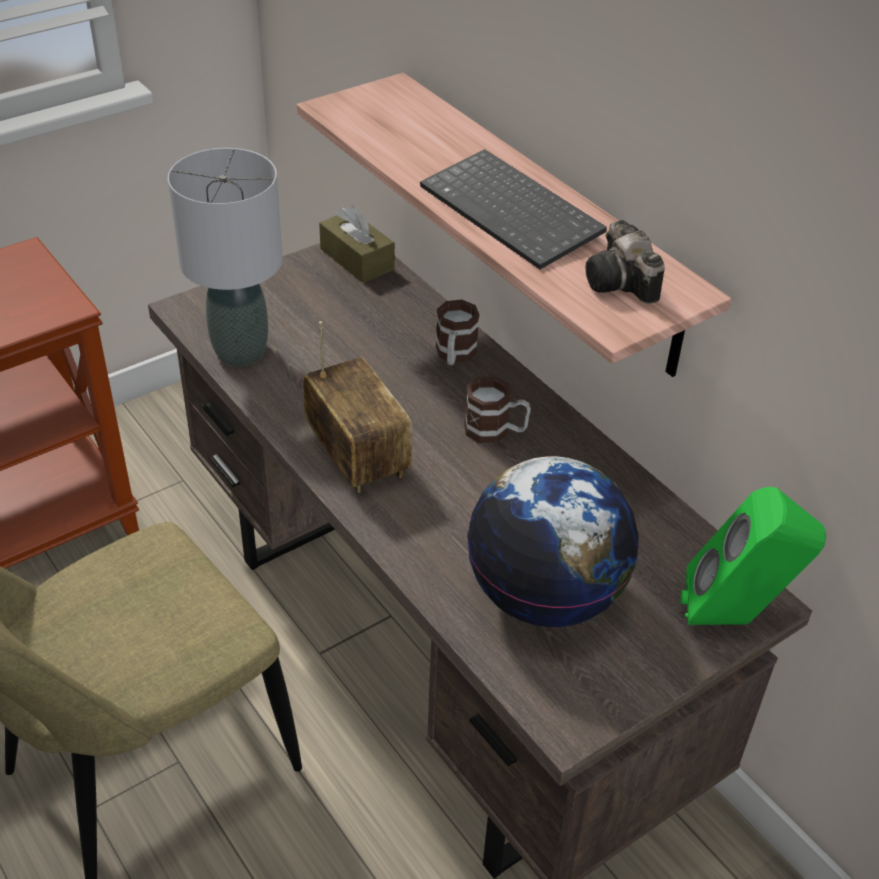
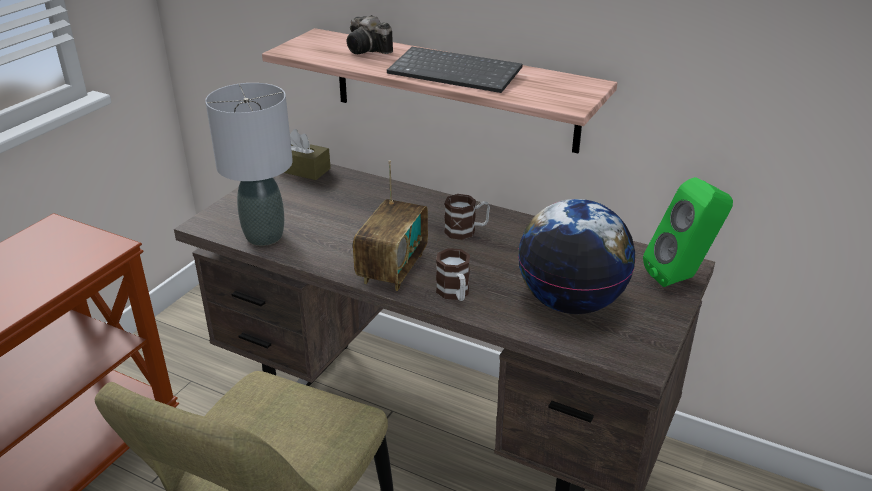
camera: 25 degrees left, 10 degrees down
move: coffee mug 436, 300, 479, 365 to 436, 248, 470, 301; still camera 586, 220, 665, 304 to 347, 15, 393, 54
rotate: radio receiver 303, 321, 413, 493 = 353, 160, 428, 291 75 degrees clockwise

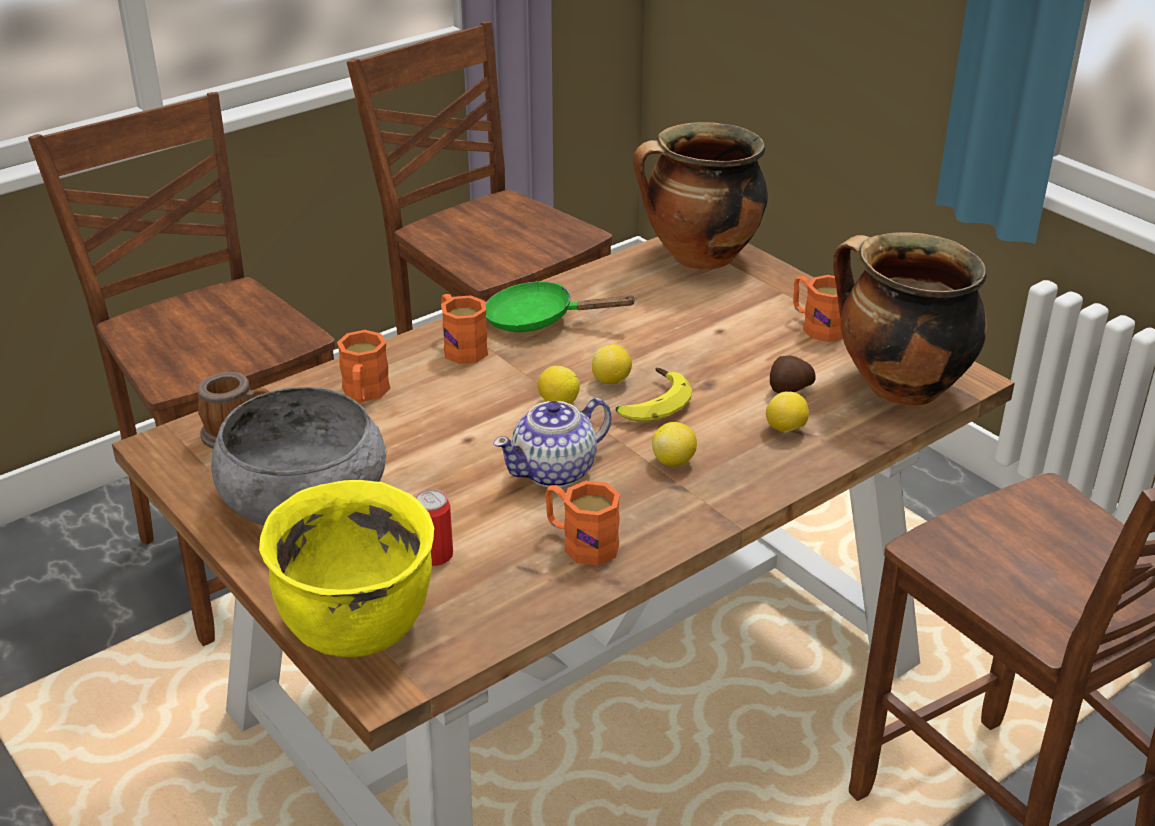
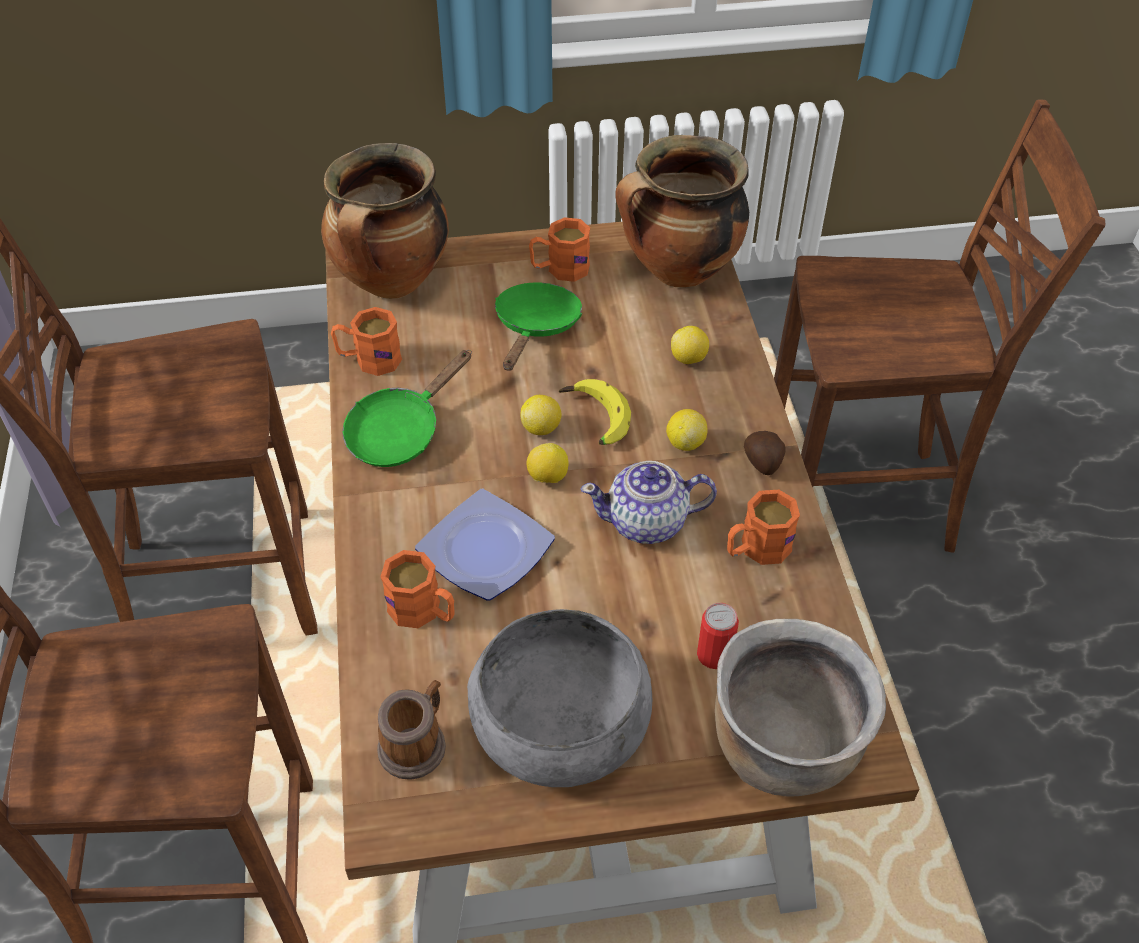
camera: 60 degrees left, 15 degrees up
insert: flat dish 415, 489, 555, 601; green-coloured pan 495, 282, 582, 371
move: orange coffee mug 441, 294, 488, 364 to 331, 307, 402, 376; potato 770, 356, 816, 393 to 744, 431, 785, 475
recolor: yellow-coloured cooking pot 259, 480, 434, 657 to brownish cooking pot 715, 619, 886, 796
rotate: pot for tea 493, 398, 612, 487 = 581, 461, 717, 544 90 degrees clockwise

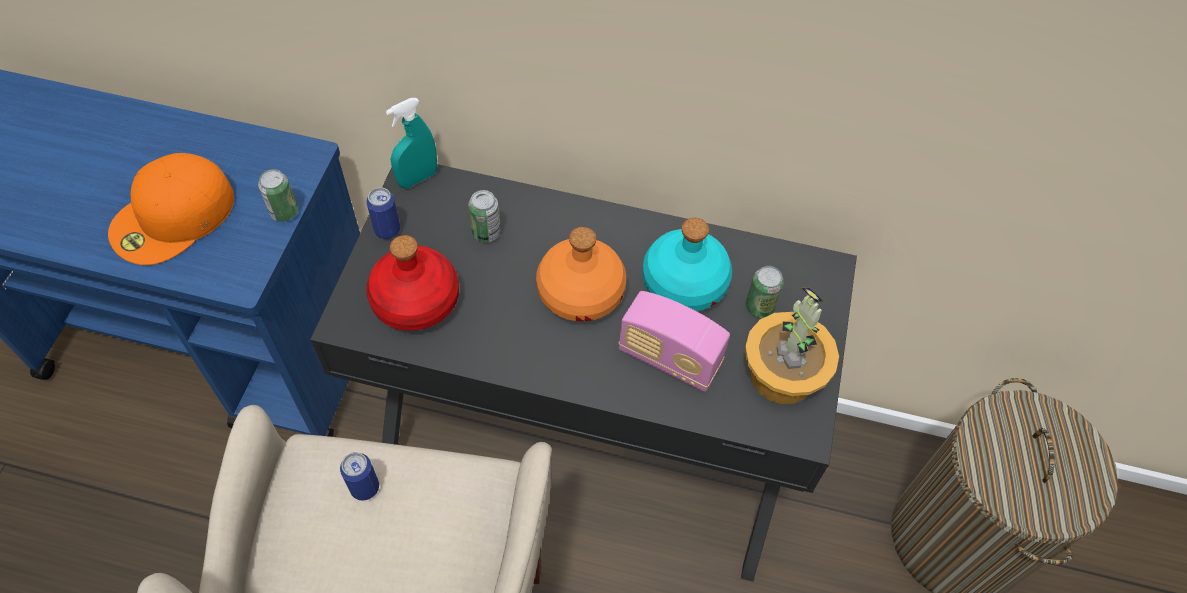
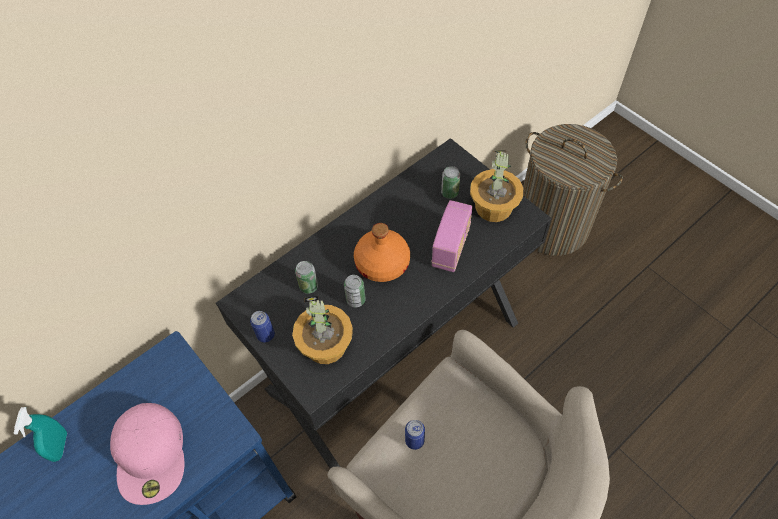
camera: 50 degrees left, 0 degrees up
delete: blue-green drink bottle 643, 218, 732, 311
move: can 258, 169, 298, 222 to 344, 275, 366, 307; blue-green sprayer 386, 98, 437, 188 to 13, 407, 67, 462
replace: red-coloured drink bottle 366, 235, 459, 331 to potted plant 292, 296, 353, 364
recolor: orange baseball cap 108, 153, 234, 265 to pinkish baseball cap 110, 403, 184, 505
rotate: radio receiver 618, 291, 730, 392 = 431, 200, 473, 272 45 degrees counterclockwise

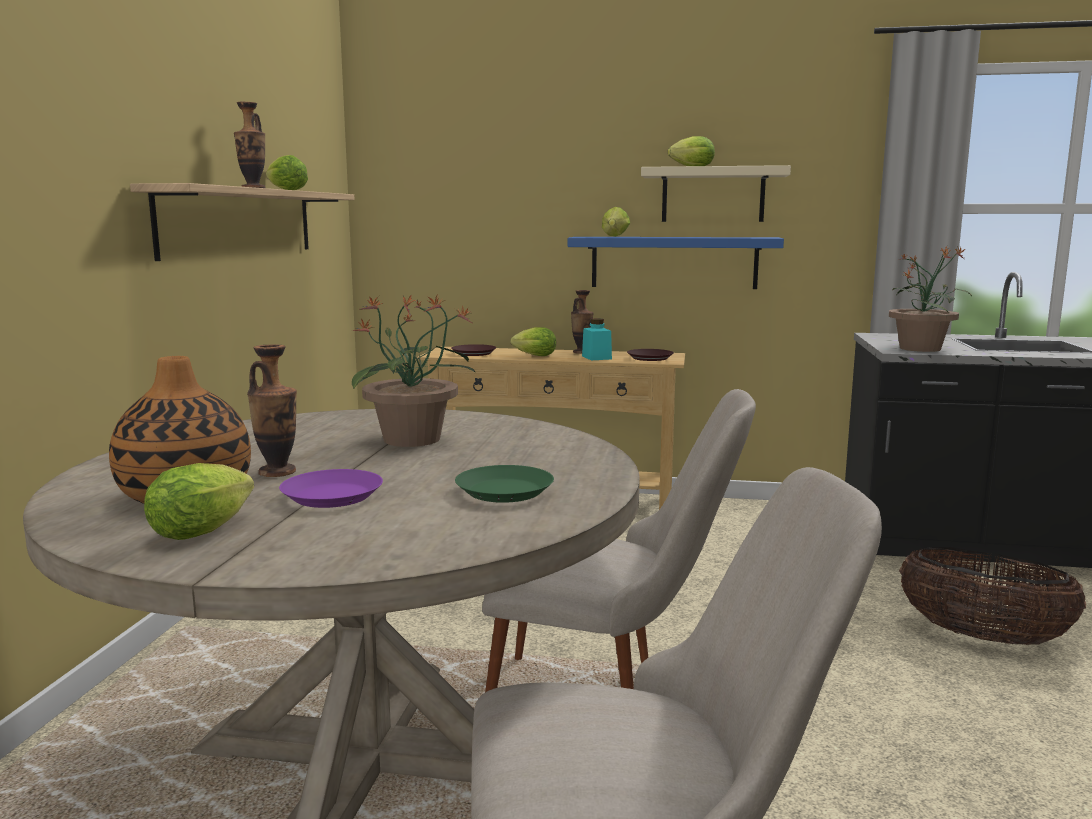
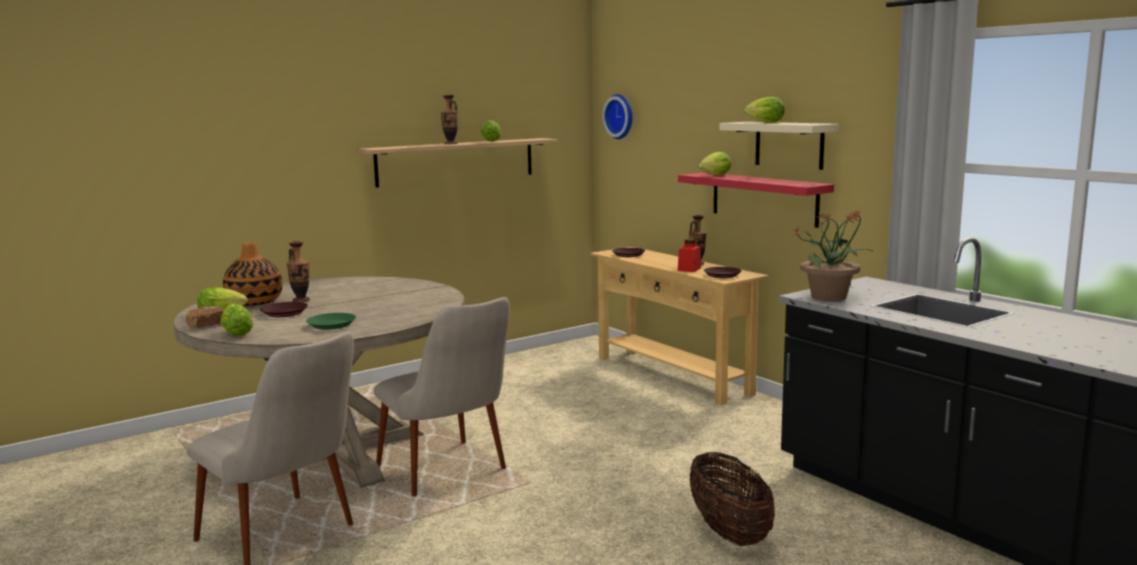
camera: 45 degrees right, 0 degrees up
delete: potted plant 352, 293, 476, 447
insert: bakery bread 186, 306, 224, 328; clock on the wall 602, 94, 633, 139
move: lettuce head 511, 327, 556, 356 to 221, 303, 253, 336
recolor: purple-coloured flat dish 279, 469, 383, 508 to brownish flat dish 260, 302, 308, 317; blue bracket shelf 568, 237, 784, 289 to red-coloured bracket shelf 678, 172, 834, 228; blue-green jar 582, 319, 612, 360 to red-coloured jar 678, 239, 701, 272

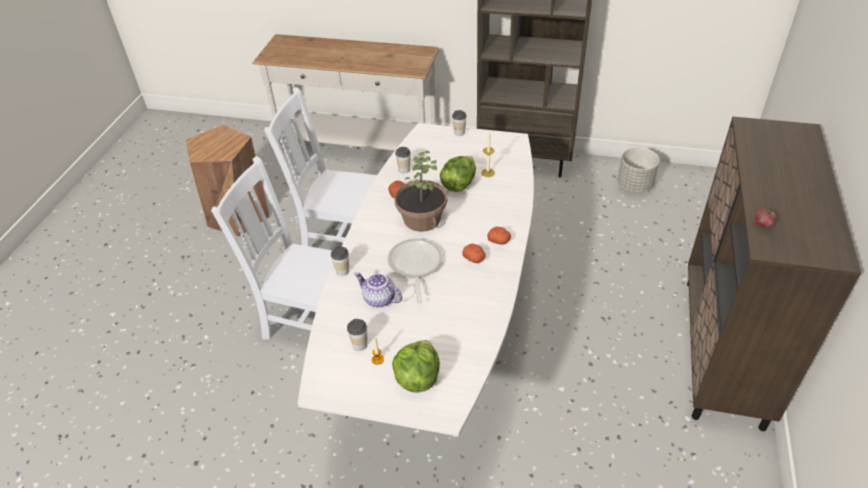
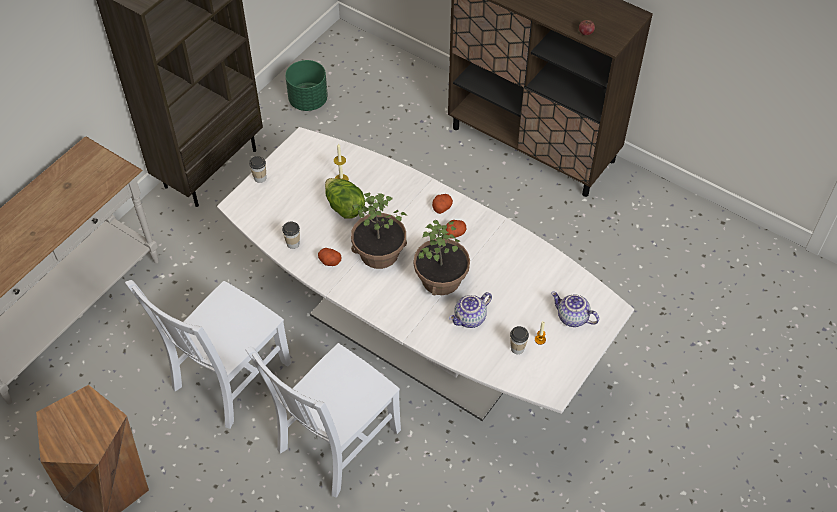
camera: 70 degrees left, 10 degrees up
delete: drinking cup 331, 246, 349, 276
replace: pan 388, 239, 442, 303 to potted plant 414, 220, 470, 296; lettuce head 392, 340, 440, 393 to pot for tea 551, 292, 599, 327
recolor: gray flower pot 618, 147, 660, 193 to green-coloured flower pot 285, 60, 328, 111

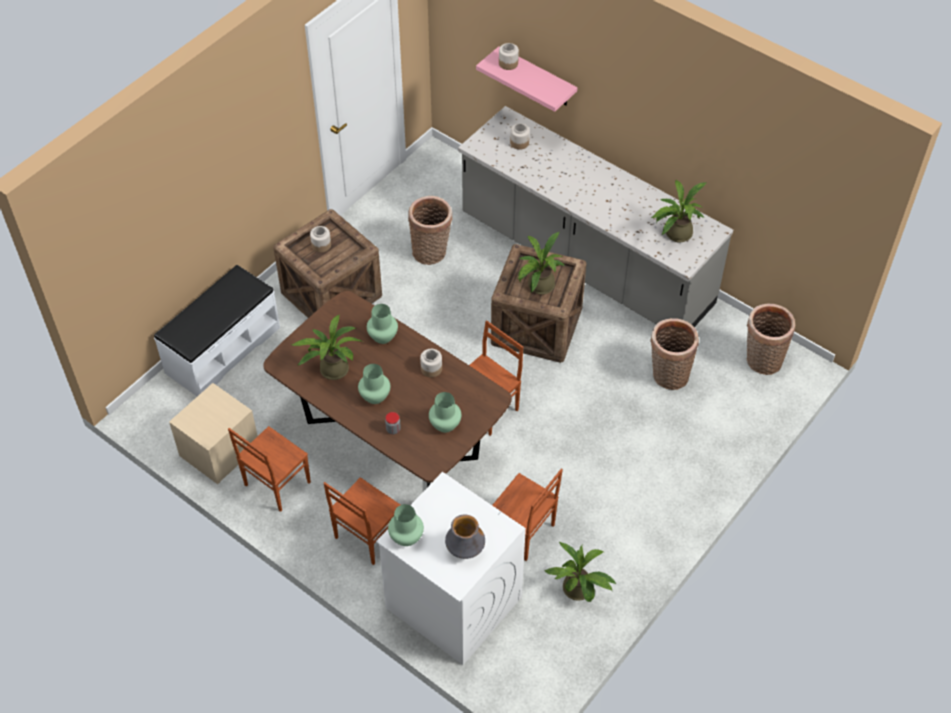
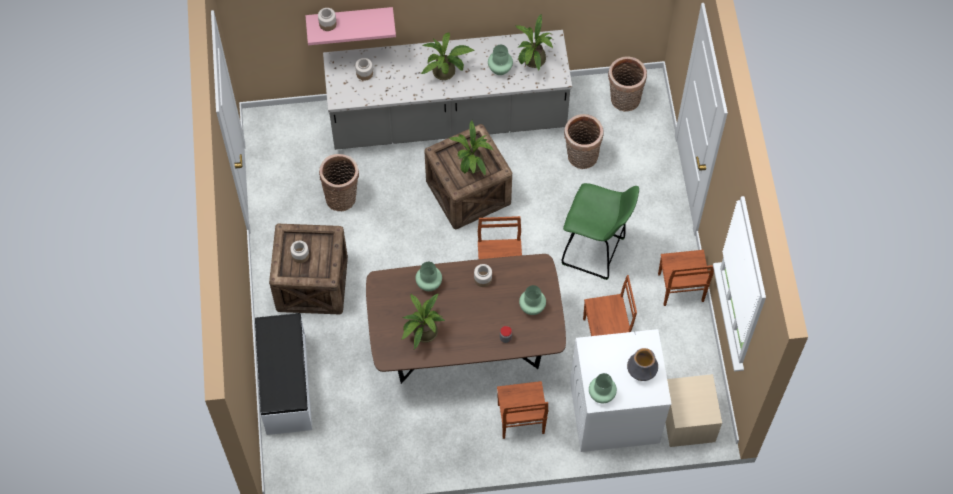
camera: 45 degrees left, 10 degrees up
insert: green-coloured sitting stool 561, 183, 639, 280
move: beige-coloured bedside table 169, 383, 258, 484 to 666, 374, 722, 447; brownish chair 228, 426, 311, 512 to 658, 250, 714, 306; green-coloured vase 358, 364, 390, 404 to 488, 45, 513, 75; potted plant 545, 541, 616, 602 to 420, 32, 475, 80

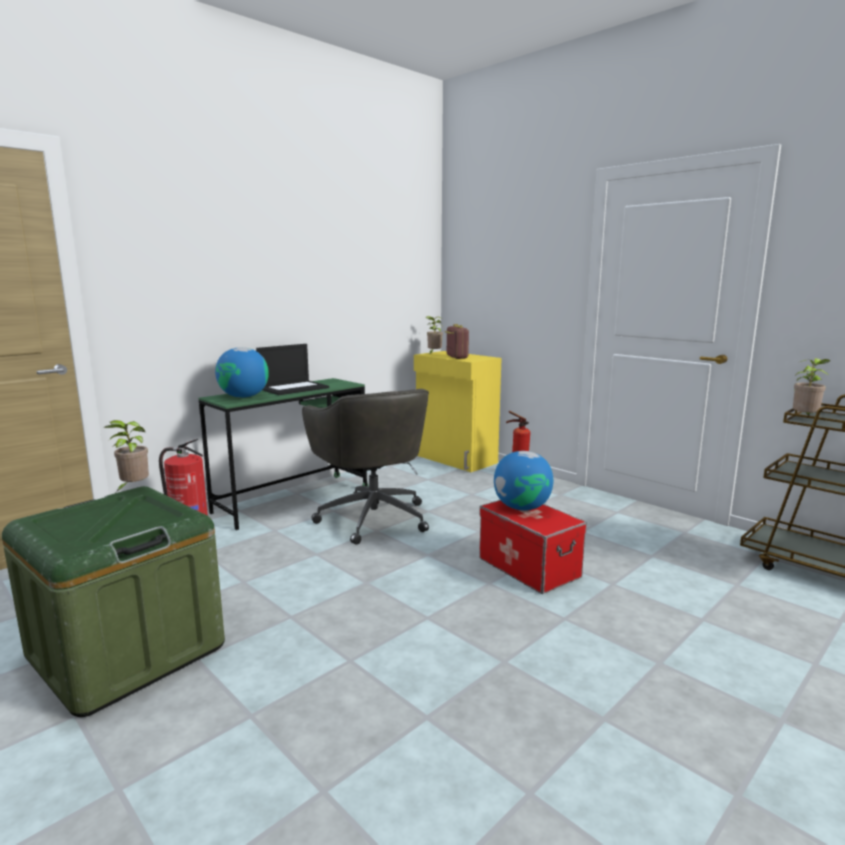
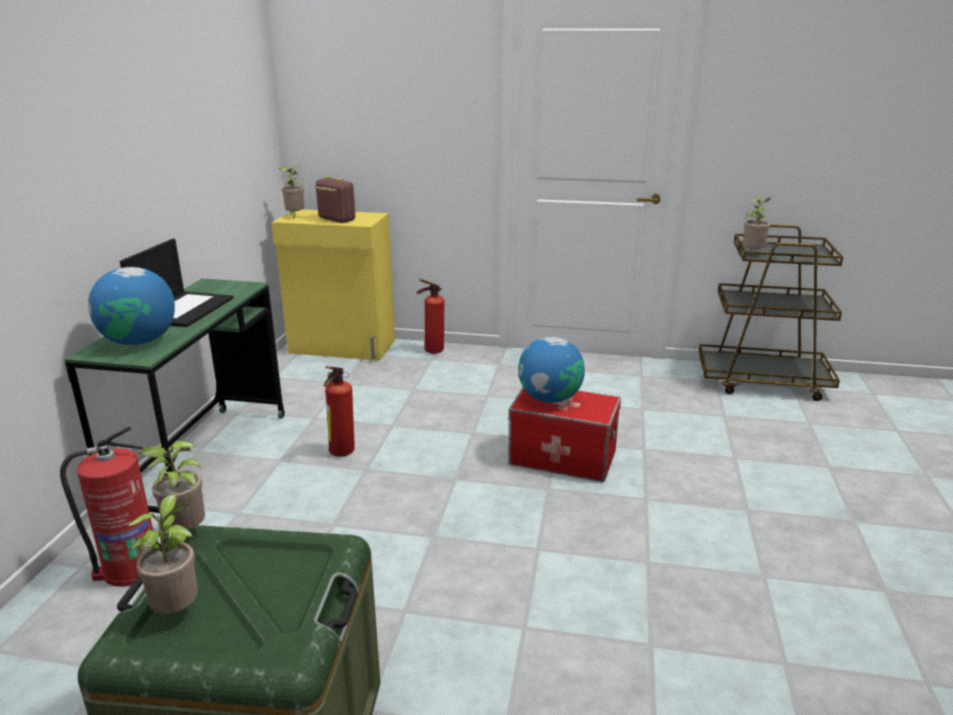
camera: 35 degrees left, 10 degrees up
insert: potted plant 127, 494, 198, 614
replace: gray office chair 302, 389, 429, 545 to fire-fighting cylinder 324, 366, 355, 457

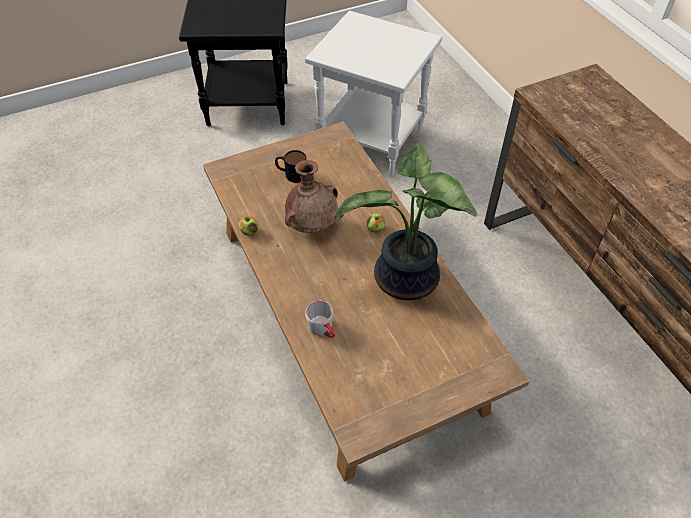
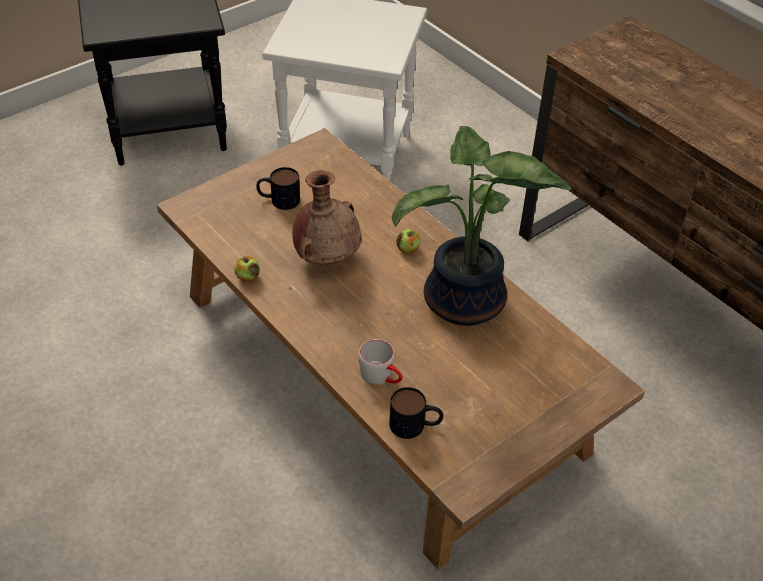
camera: 15 degrees left, 5 degrees down
insert: coffee mug 389, 387, 443, 439

